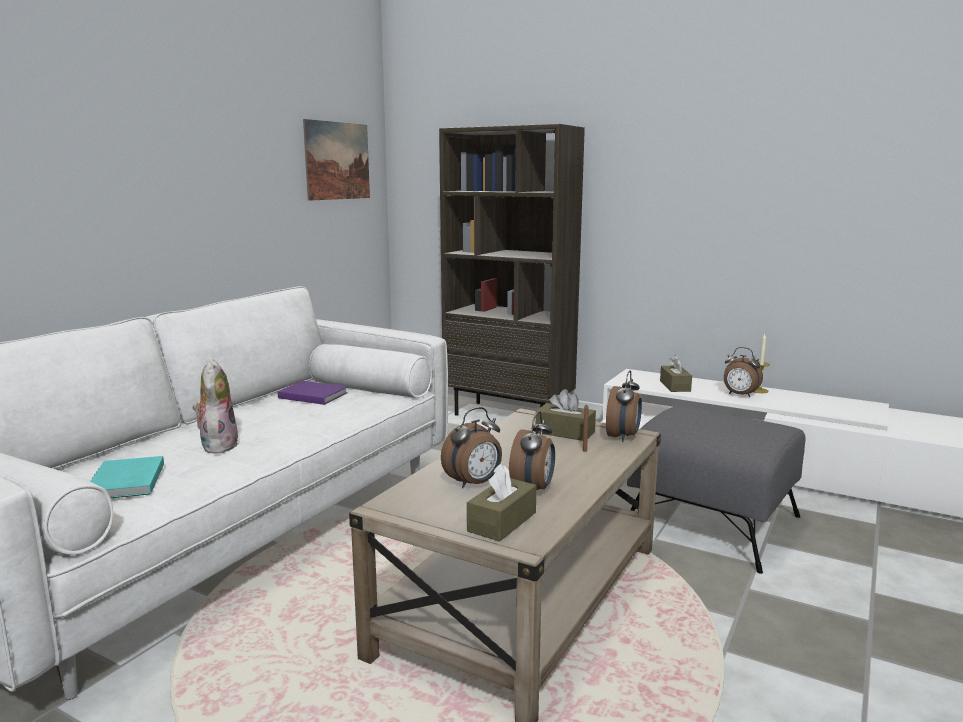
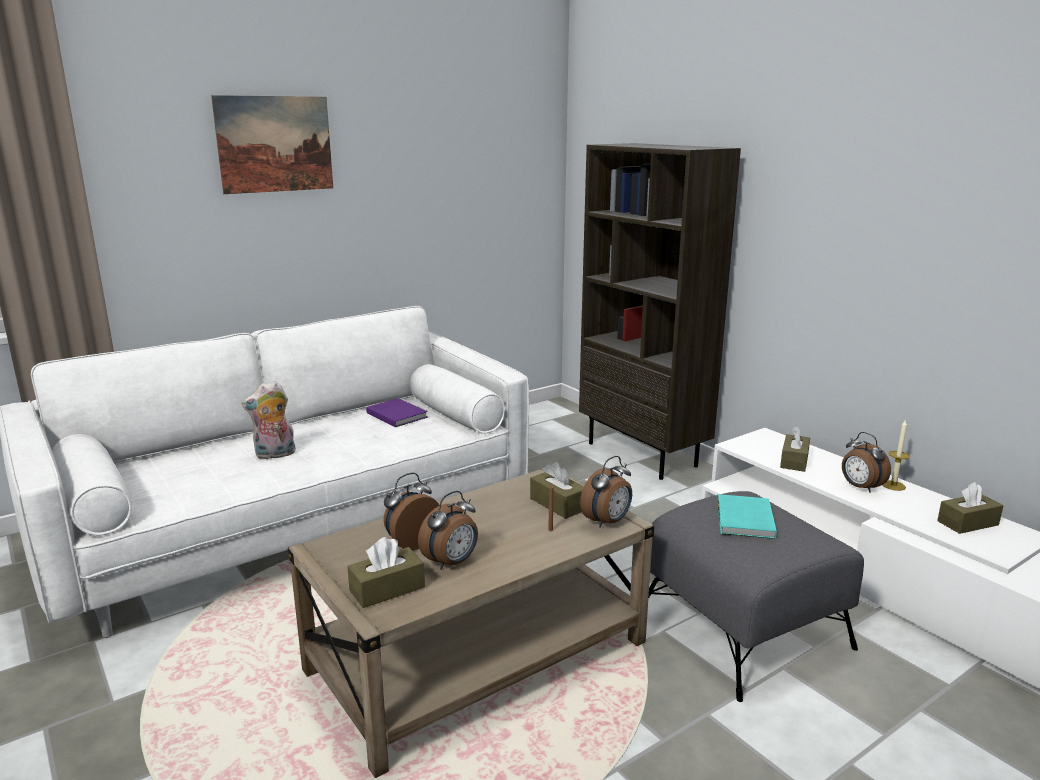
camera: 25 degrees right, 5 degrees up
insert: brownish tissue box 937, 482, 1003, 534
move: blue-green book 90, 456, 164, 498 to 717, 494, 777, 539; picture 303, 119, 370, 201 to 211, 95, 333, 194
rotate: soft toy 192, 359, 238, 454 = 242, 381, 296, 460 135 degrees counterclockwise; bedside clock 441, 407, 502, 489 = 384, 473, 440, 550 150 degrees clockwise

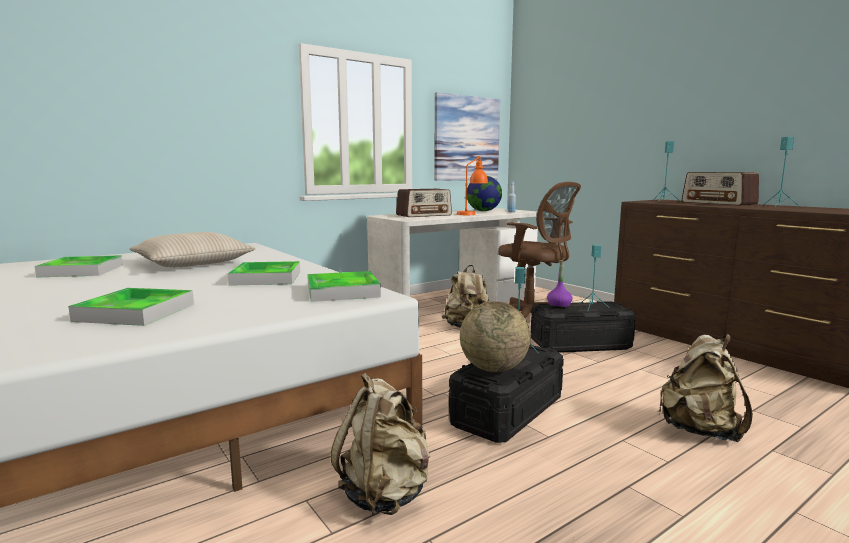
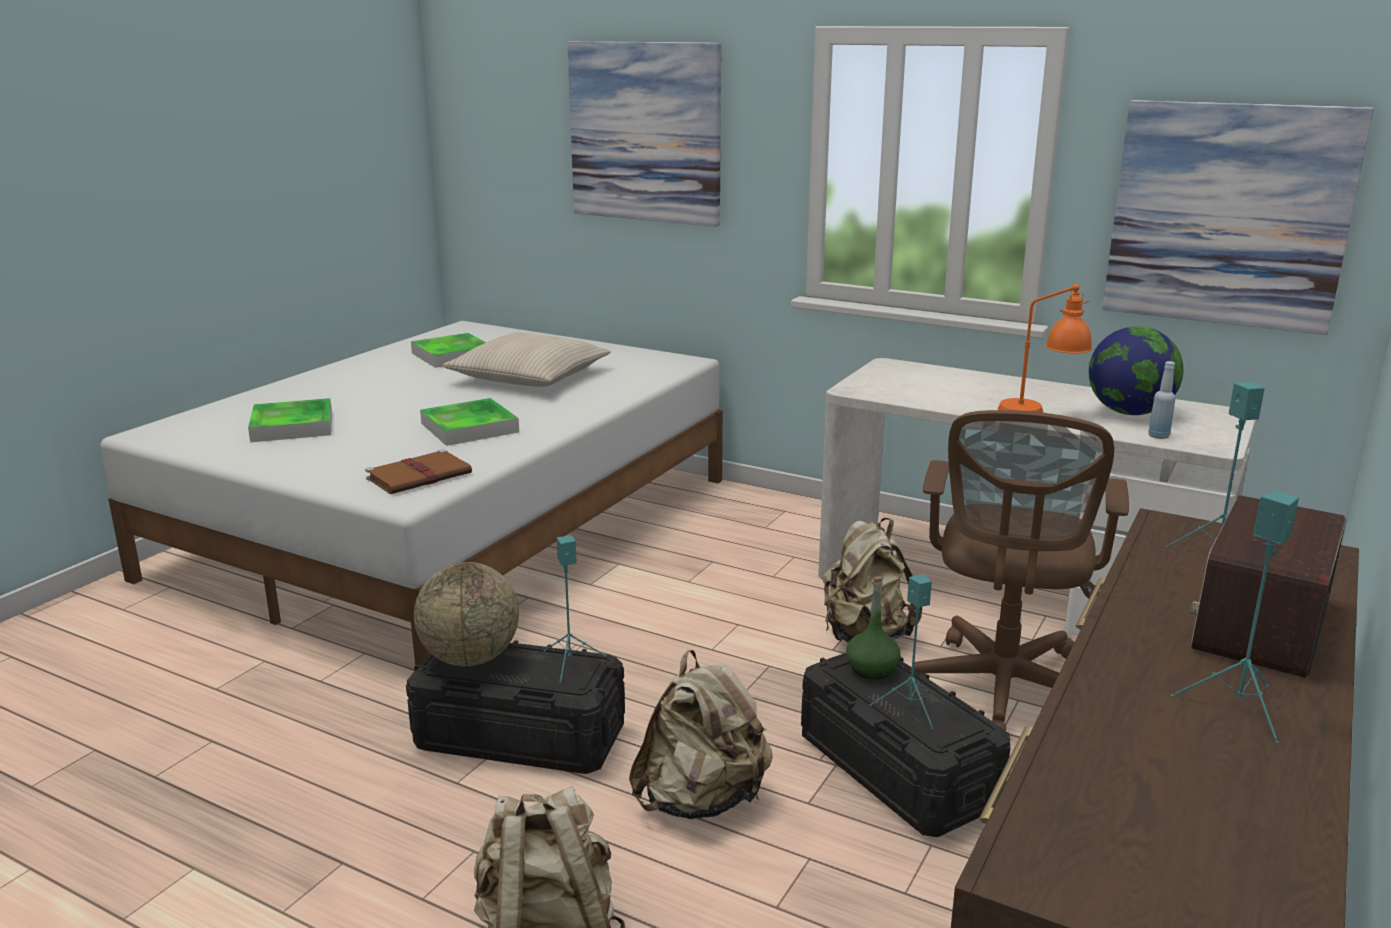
camera: 65 degrees right, 10 degrees up
delete: radio receiver 396, 189, 452, 217
insert: picture 567, 41, 721, 227
move: beige-coloured backpack 331, 373, 430, 515 to 629, 650, 773, 819
replace: serving tray 307, 271, 381, 302 to brownish book 365, 449, 472, 494
recolor: purple-coloured drink bottle 547, 260, 573, 309 to green-coloured drink bottle 846, 576, 901, 679

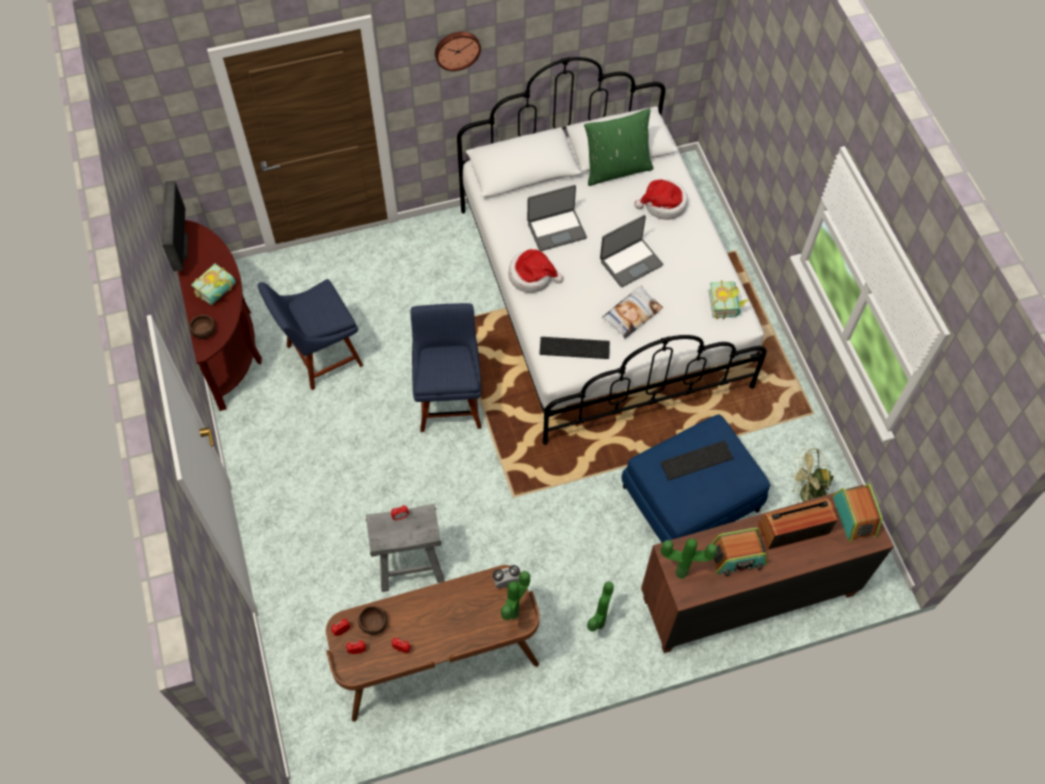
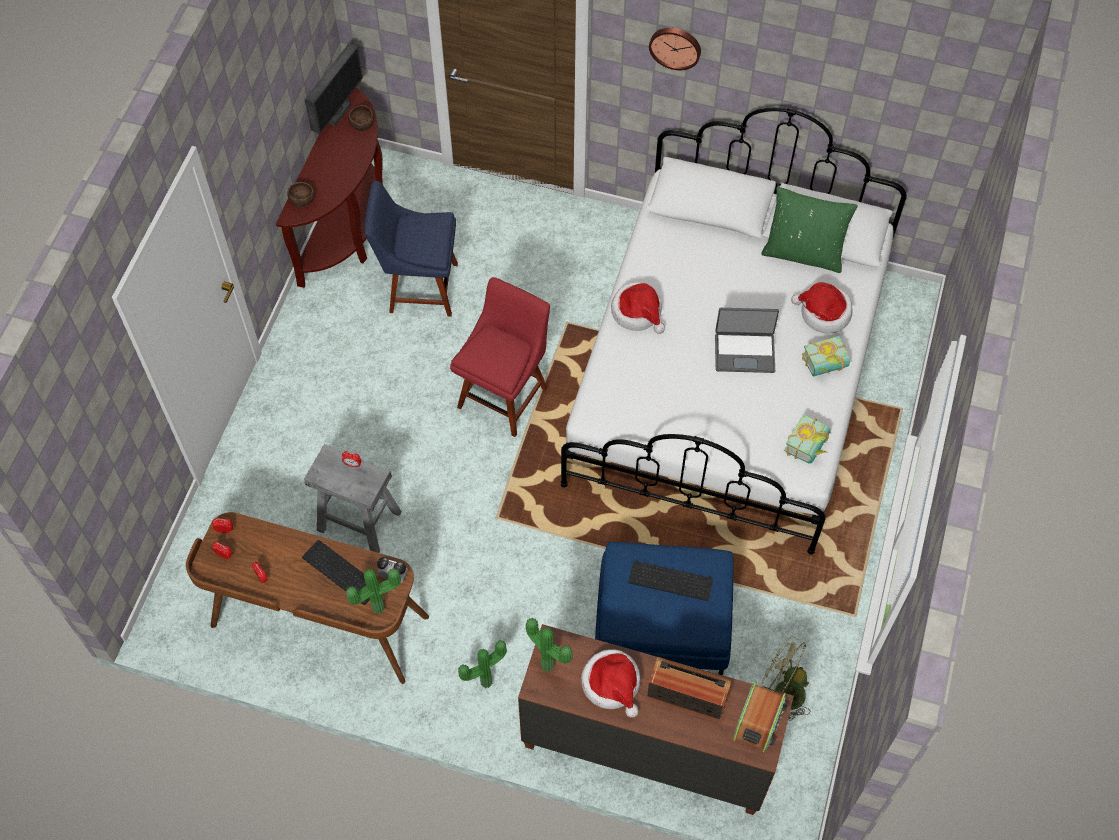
camera: 35 degrees right, 0 degrees up
delete: notebook computer 527, 185, 587, 251; cushion 602, 285, 663, 339
move: book 191, 264, 236, 305 to 802, 336, 850, 377; brownish bowl 358, 606, 387, 635 to 348, 105, 374, 131; computer keyboard 539, 337, 610, 359 to 302, 540, 370, 605
replace: radio receiver 711, 528, 767, 576 to wearable hat 581, 649, 640, 718
recolor: blue chair 411, 303, 482, 432 to red-coloured chair 450, 277, 550, 437

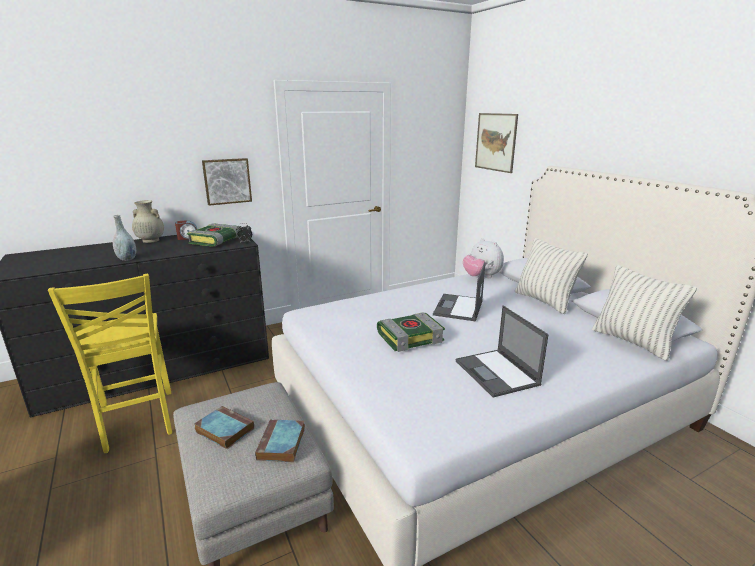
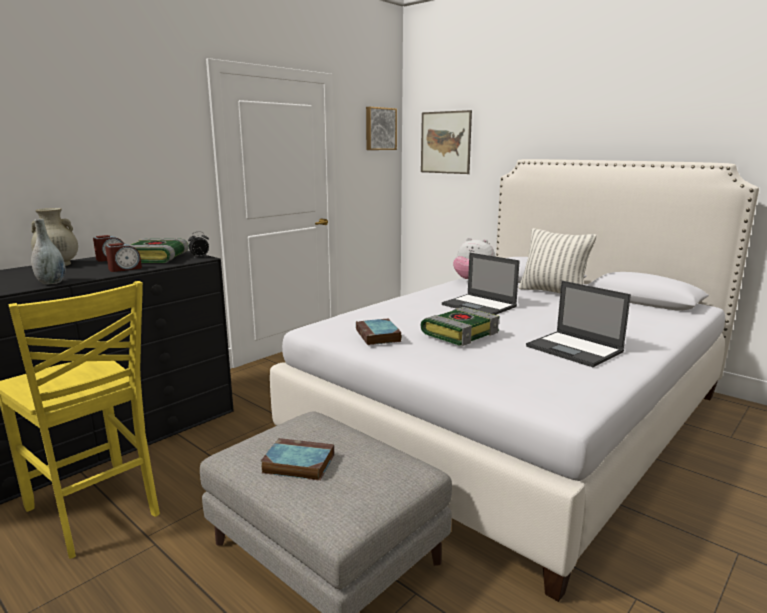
camera: 20 degrees left, 5 degrees down
delete: cushion 592, 265, 697, 361
insert: bedside clock 105, 243, 142, 272
move: picture 202, 158, 252, 206 to 366, 107, 397, 150; book 255, 419, 305, 462 to 356, 319, 402, 345
rotate: notebook computer 433, 262, 486, 322 = 442, 253, 520, 315 45 degrees counterclockwise

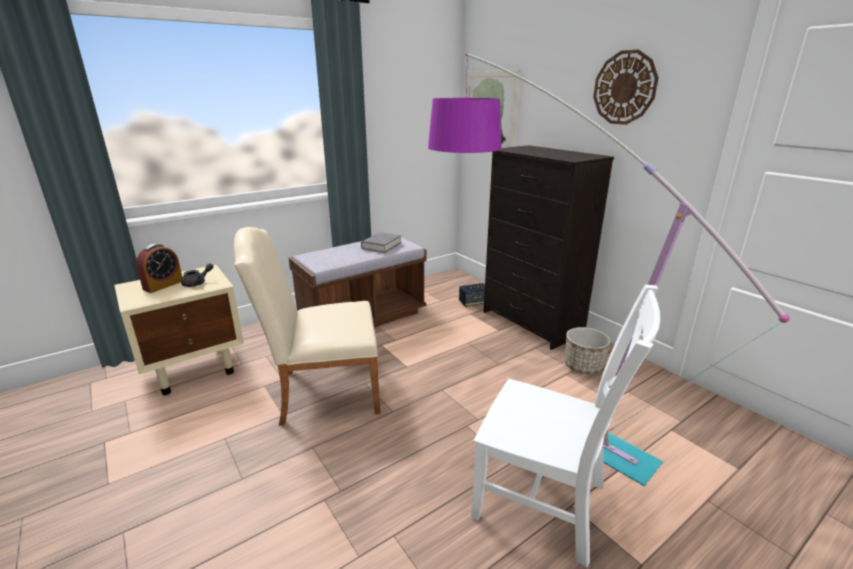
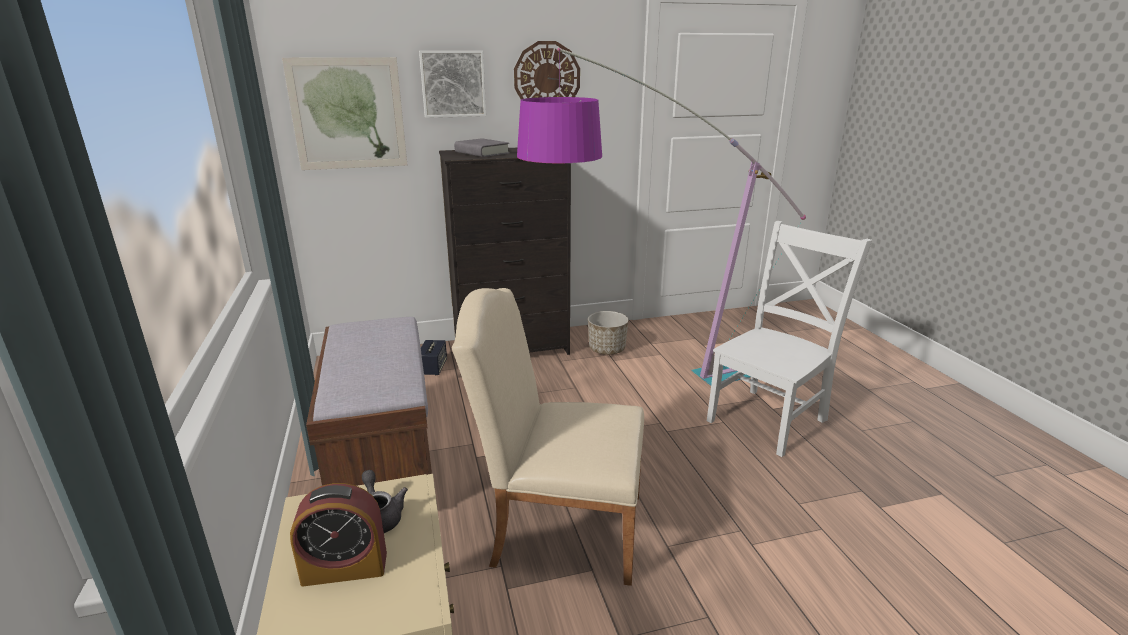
camera: 70 degrees left, 0 degrees up
insert: picture 419, 51, 486, 118
move: gray book 361, 232, 402, 253 to 454, 138, 510, 157
rotate: bedside clock 136, 244, 182, 293 = 290, 483, 387, 587 120 degrees clockwise; beige-coloured chair 234, 227, 380, 426 = 452, 288, 644, 586 90 degrees clockwise

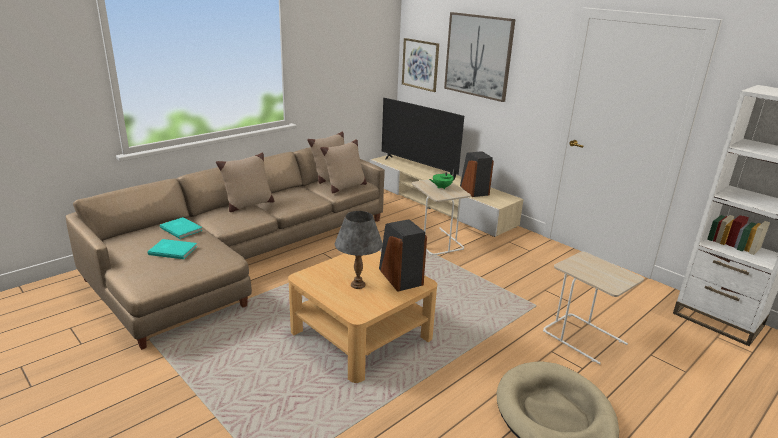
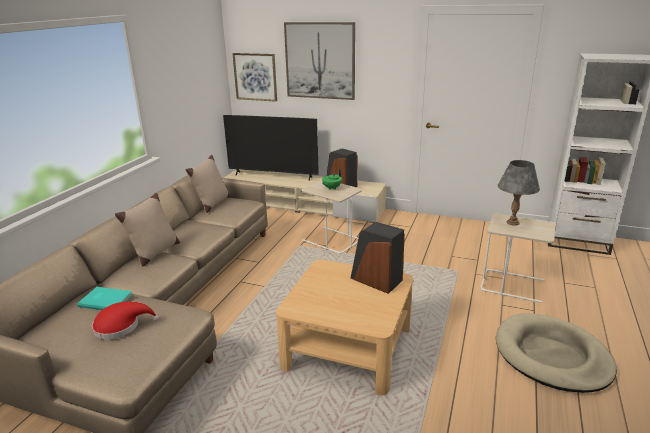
camera: 25 degrees left, 0 degrees up
delete: beige-coloured cushion 320, 139, 367, 194
move: gray lamp for a table 335, 211, 383, 289 to 498, 160, 540, 226
replace: blue-green book 148, 239, 197, 259 to red-coloured wearable hat 92, 302, 159, 340

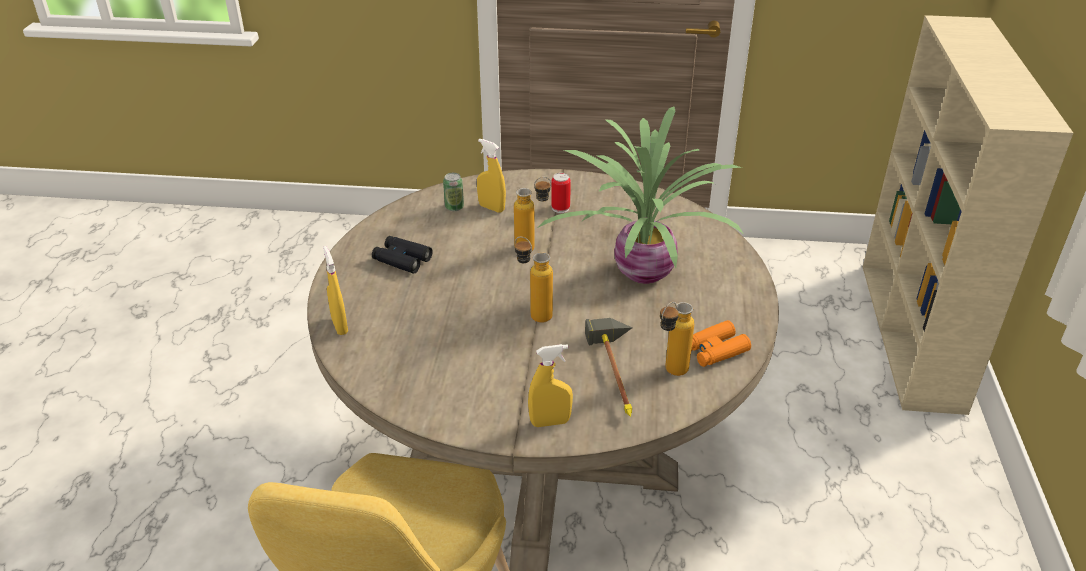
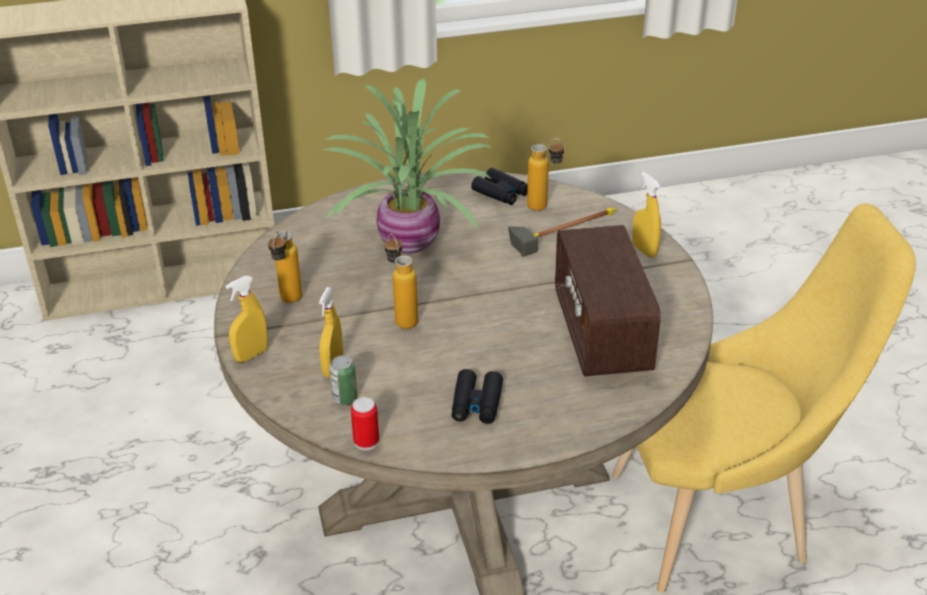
camera: 110 degrees left, 0 degrees up
insert: radio receiver 555, 225, 661, 376
move: yellow-coloured sprayer 323, 246, 348, 335 to 226, 276, 268, 362; drink bottle 515, 236, 553, 323 to 268, 231, 302, 303; can 551, 173, 571, 213 to 351, 397, 379, 450
recolor: orange binoculars 691, 320, 751, 367 to blackish binoculars 471, 168, 528, 205

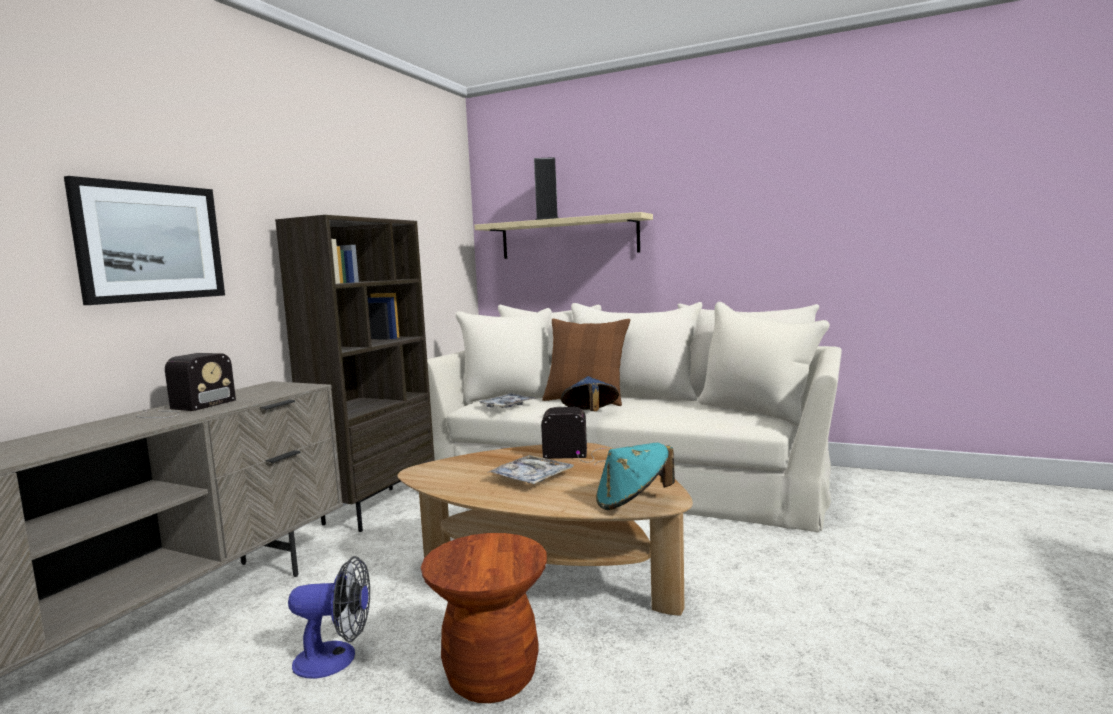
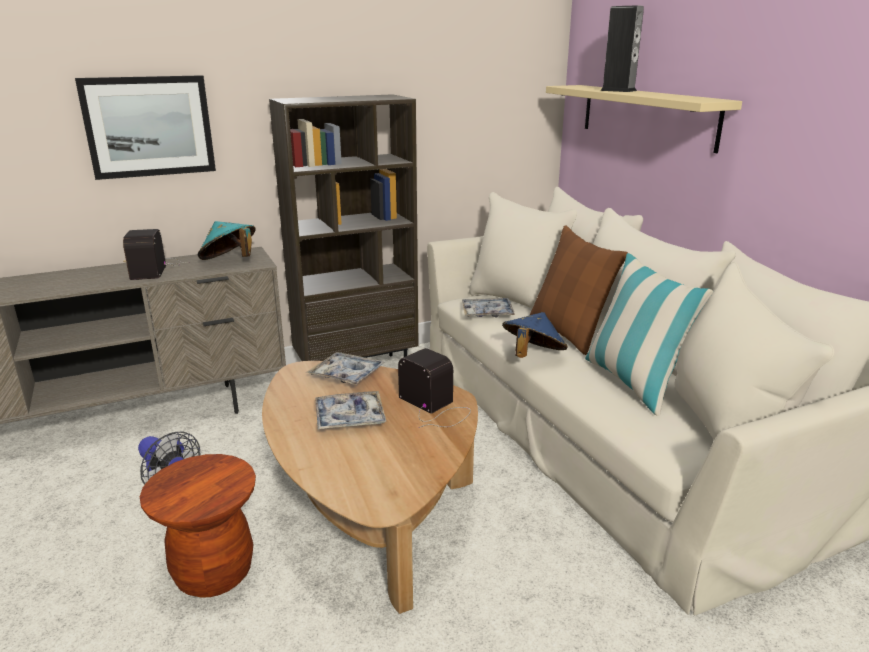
camera: 40 degrees right, 15 degrees up
insert: serving tray 306, 352, 385, 385; cushion 585, 253, 713, 416
move: blue-green wearable hat 596, 443, 675, 510 to 198, 221, 256, 260
rotate: radio receiver 136, 353, 236, 418 = 123, 229, 189, 280 105 degrees clockwise

